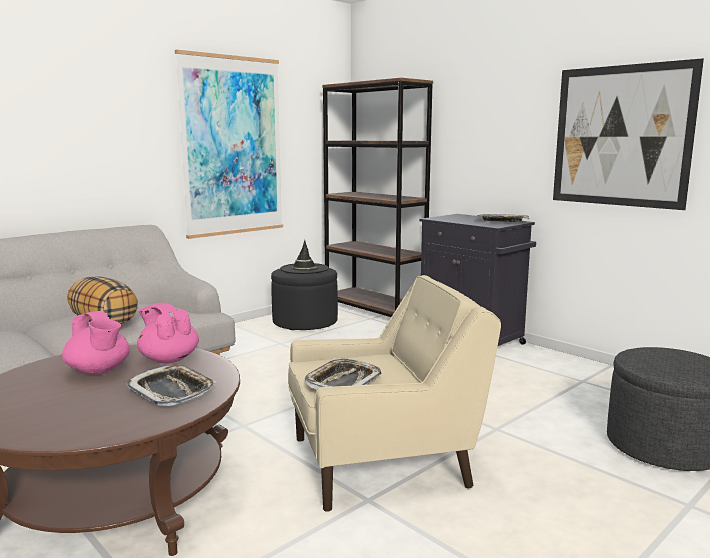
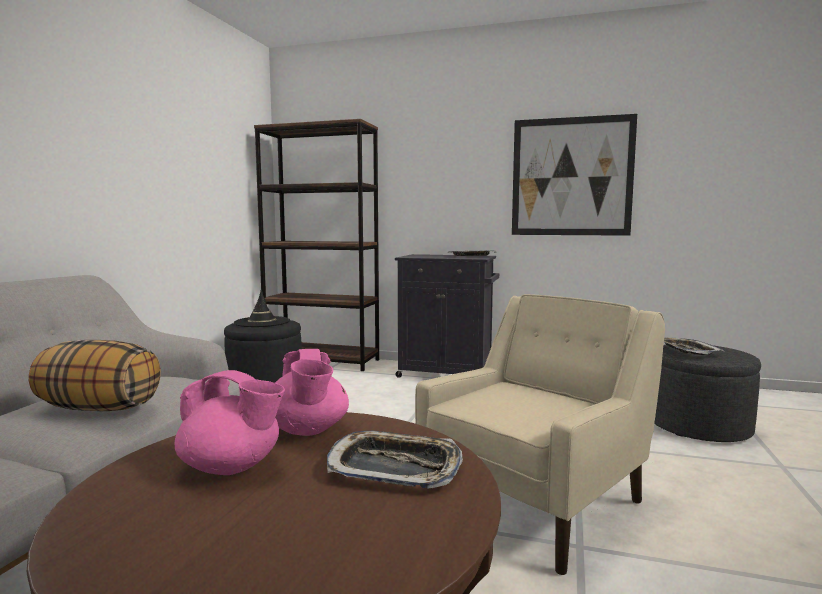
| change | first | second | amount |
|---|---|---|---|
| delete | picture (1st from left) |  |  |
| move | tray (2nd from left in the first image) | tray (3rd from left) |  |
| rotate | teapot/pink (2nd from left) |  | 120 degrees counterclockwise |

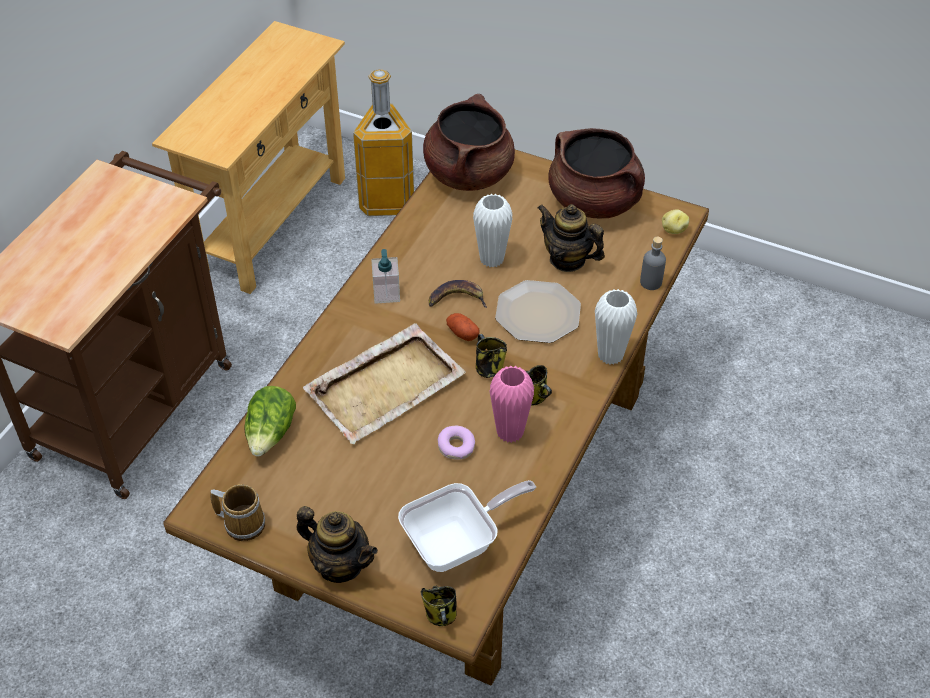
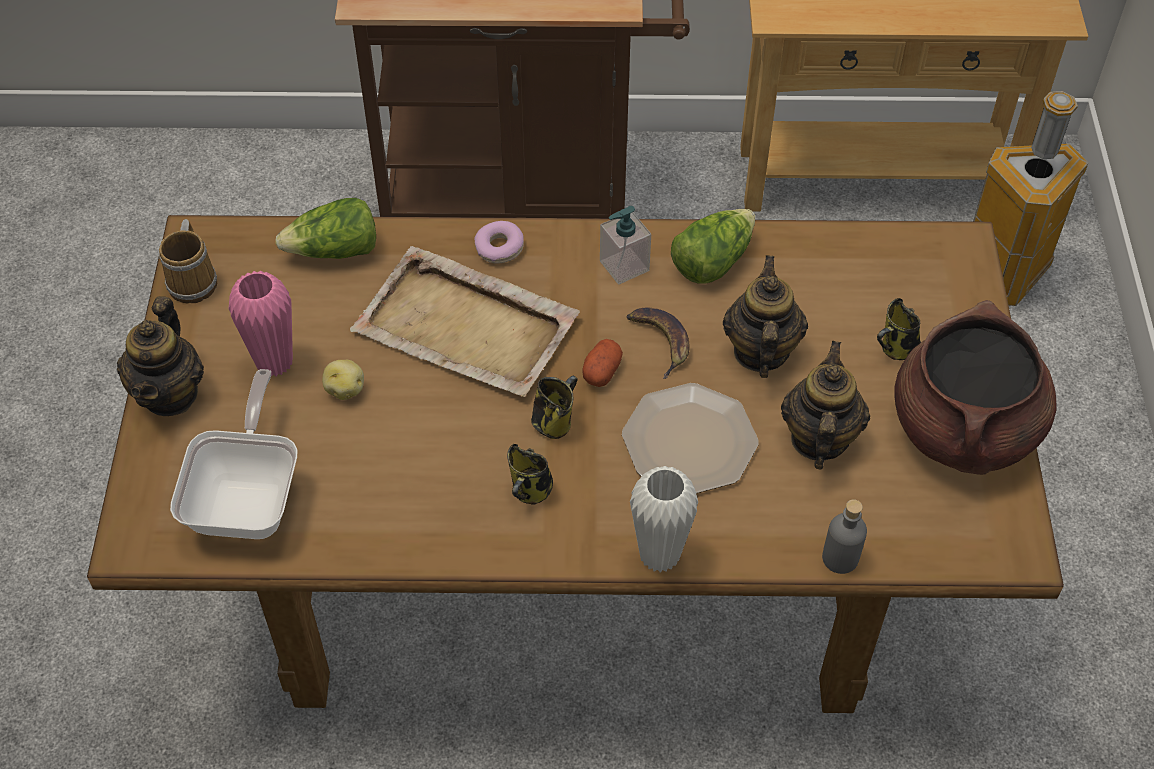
| change | first | second | amount |
|---|---|---|---|
| delete | cooking pot/brown (1st from left) |  |  |
| insert |  | lettuce (2nd from left) |  |
| move | mug (2nd from left in the first image) | mug (4th from left) |  |
| move | donut |  |  |
| move | vase/pink |  |  |
| move | potato (2nd from left in the first image) | potato (1st from left) |  |
| replace | vase/white (1st from left) | teapot (2nd from left) |  |
| rotate | frying pan |  | 120 degrees counterclockwise |

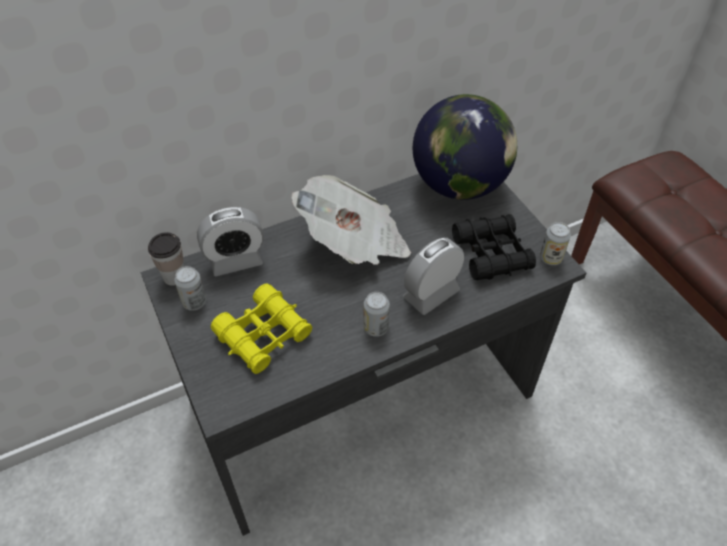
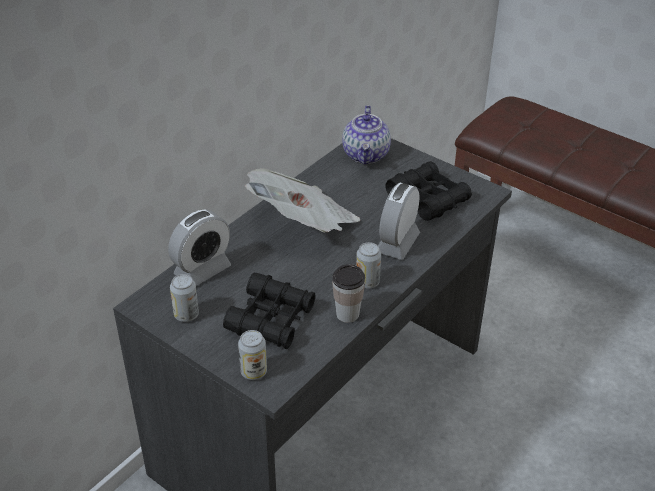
| change | first | second | amount |
|---|---|---|---|
| move | cup |  |  |
| move | can (3rd from left in the first image) | can (2nd from left) |  |
| replace | globe | teapot |  |
| recolor | binoculars/yellow | binoculars/black (1st from left) |  |

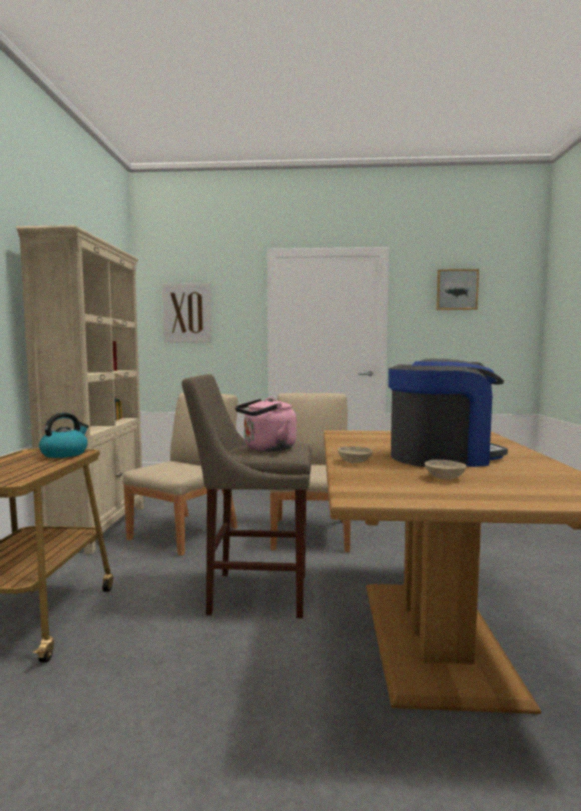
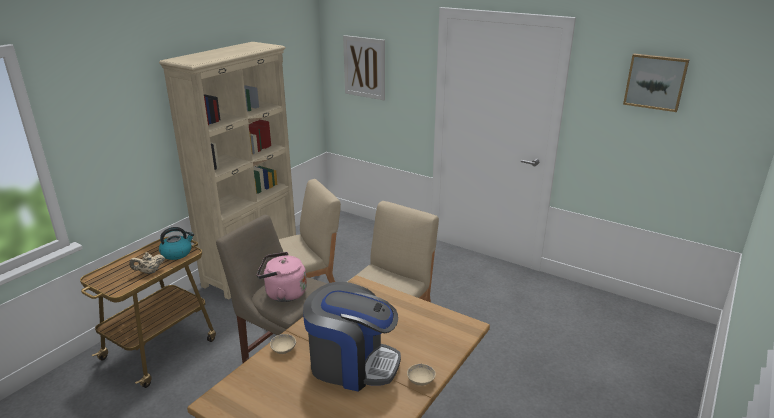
| change | first | second | amount |
|---|---|---|---|
| insert |  | teapot/beige |  |
| move | bowl/beige (2nd from left) |  |  |

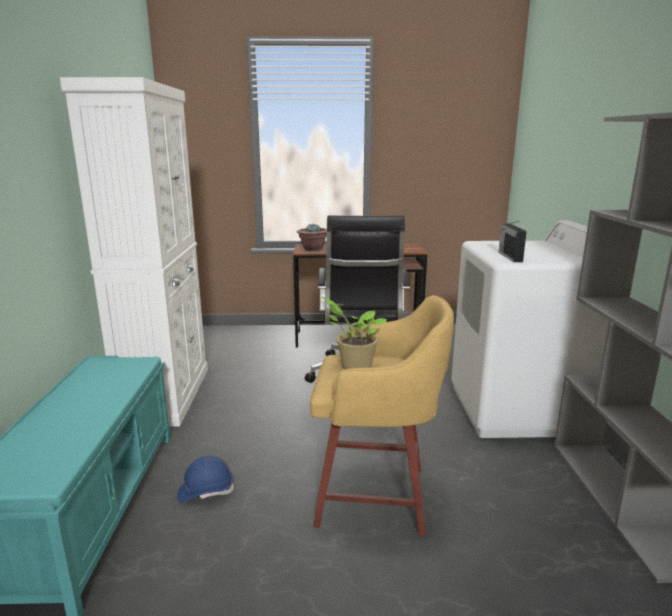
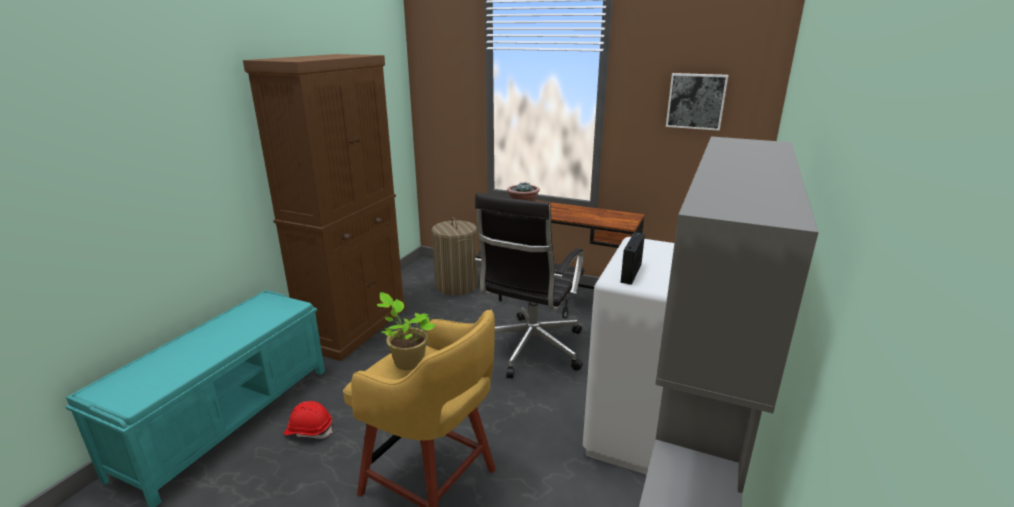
| change | first | second | amount |
|---|---|---|---|
| insert |  | laundry basket |  |
| insert |  | picture |  |
| recolor | cabinet/white | cabinet/brown |  |
| recolor | hard hat/blue | hard hat/red |  |

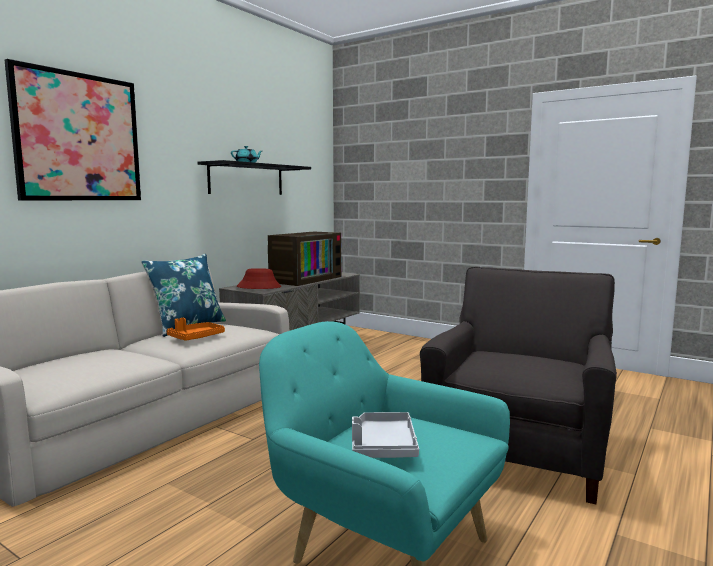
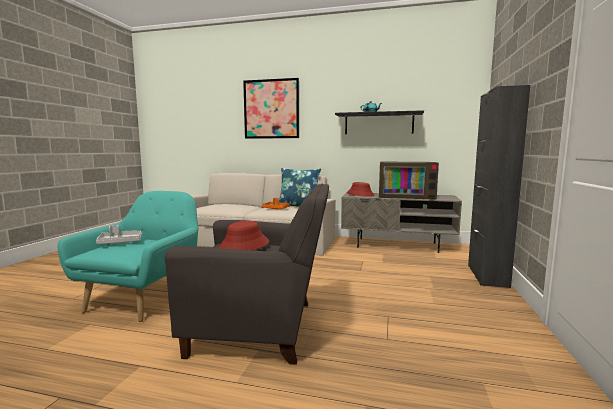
| change | first | second | amount |
|---|---|---|---|
| insert |  | hat/red (1st from left) |  |
| insert |  | cabinet/black |  |

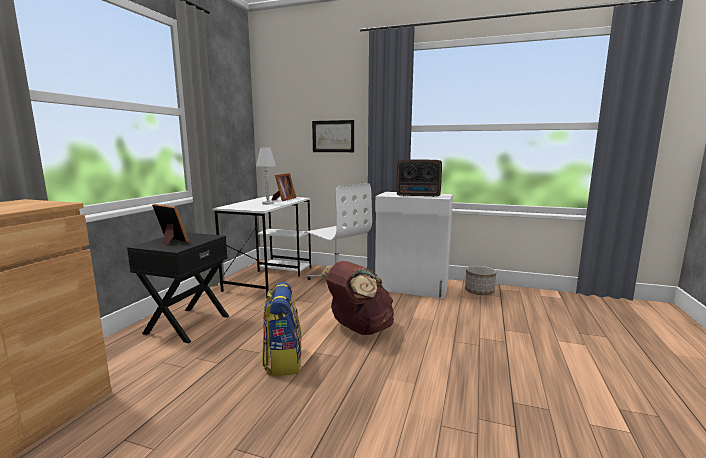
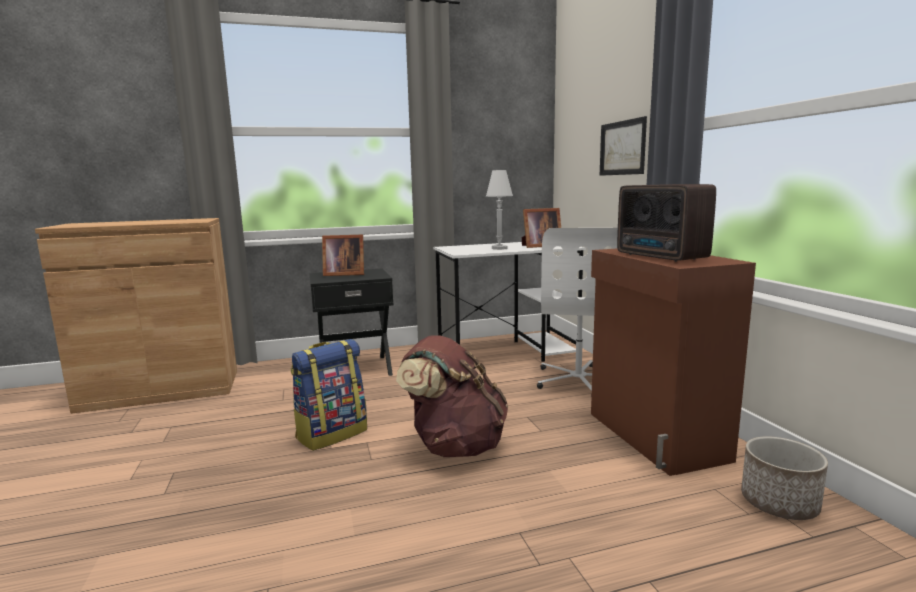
| change | first | second | amount |
|---|---|---|---|
| recolor | cabinet/white | cabinet/brown (2nd from left) |  |
| rotate | picture frame (1st from left) |  | 90 degrees clockwise |

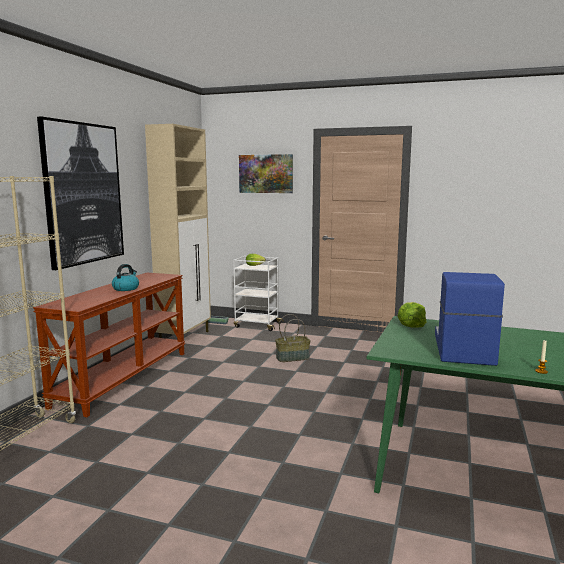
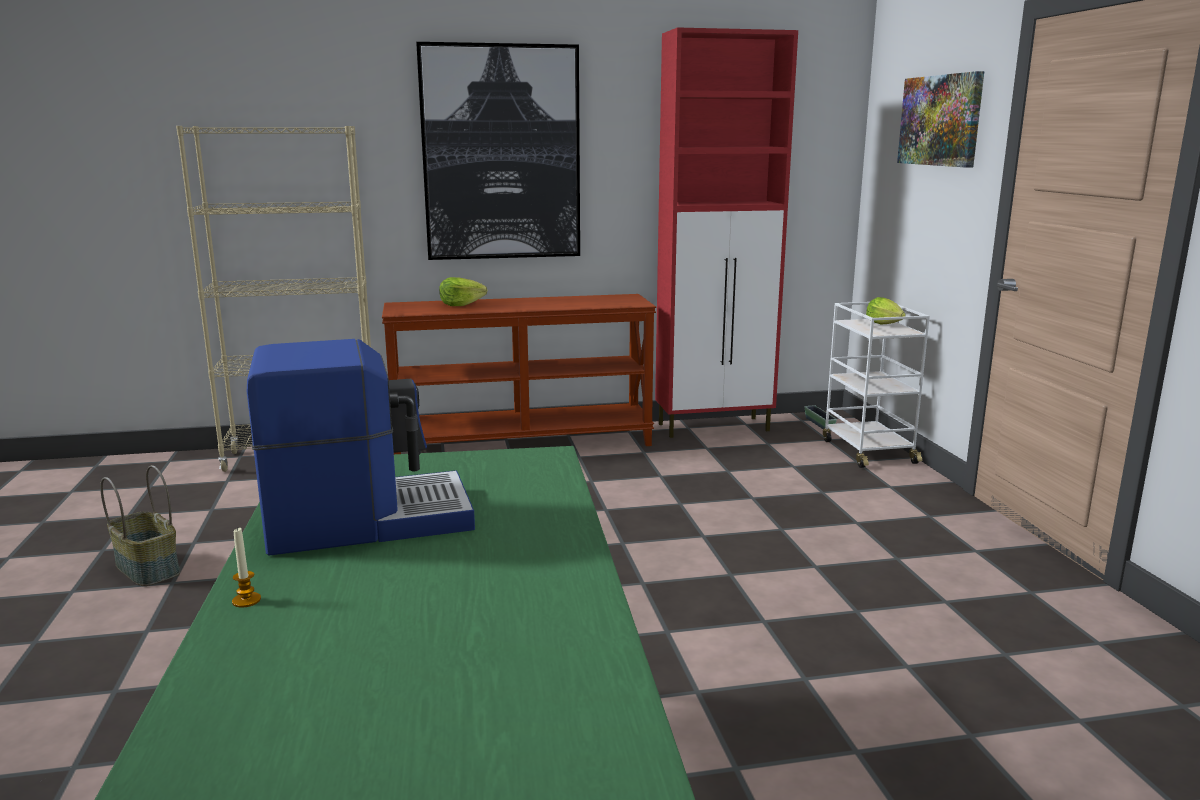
| change | first | second | amount |
|---|---|---|---|
| delete | kettle |  |  |
| move | basket |  |  |
| move | lettuce (2nd from left in the first image) | lettuce (1st from left) |  |
| recolor | cabinet/beige | cabinet/red |  |

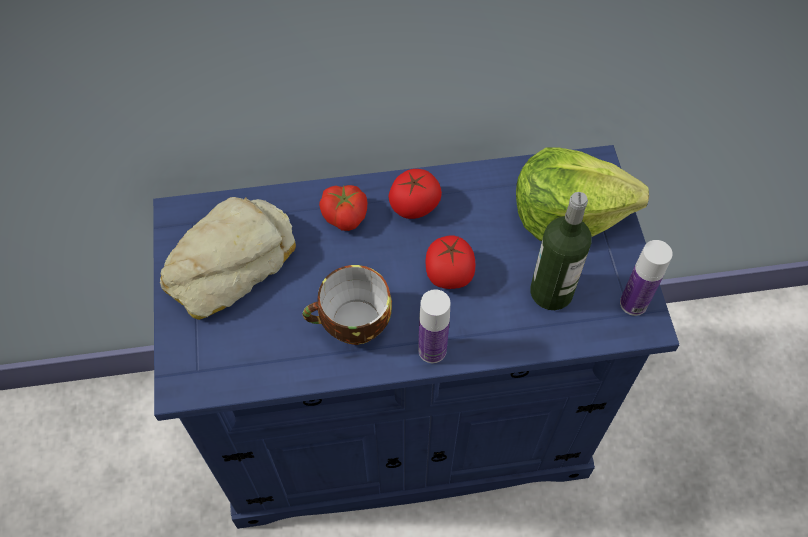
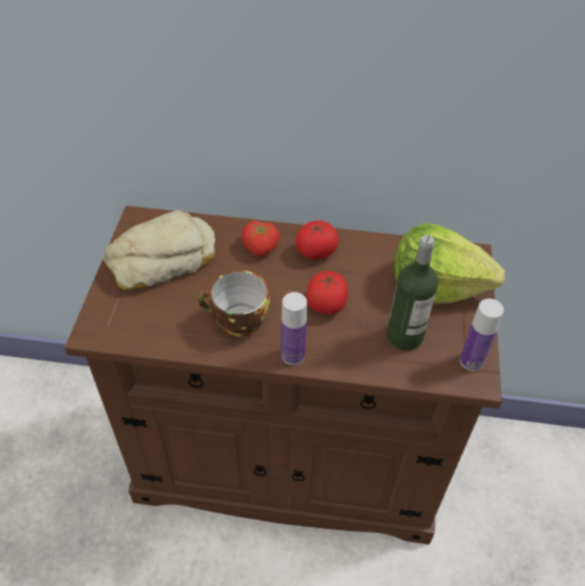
| change | first | second | amount |
|---|---|---|---|
| recolor | cabinet/blue | cabinet/brown |  |

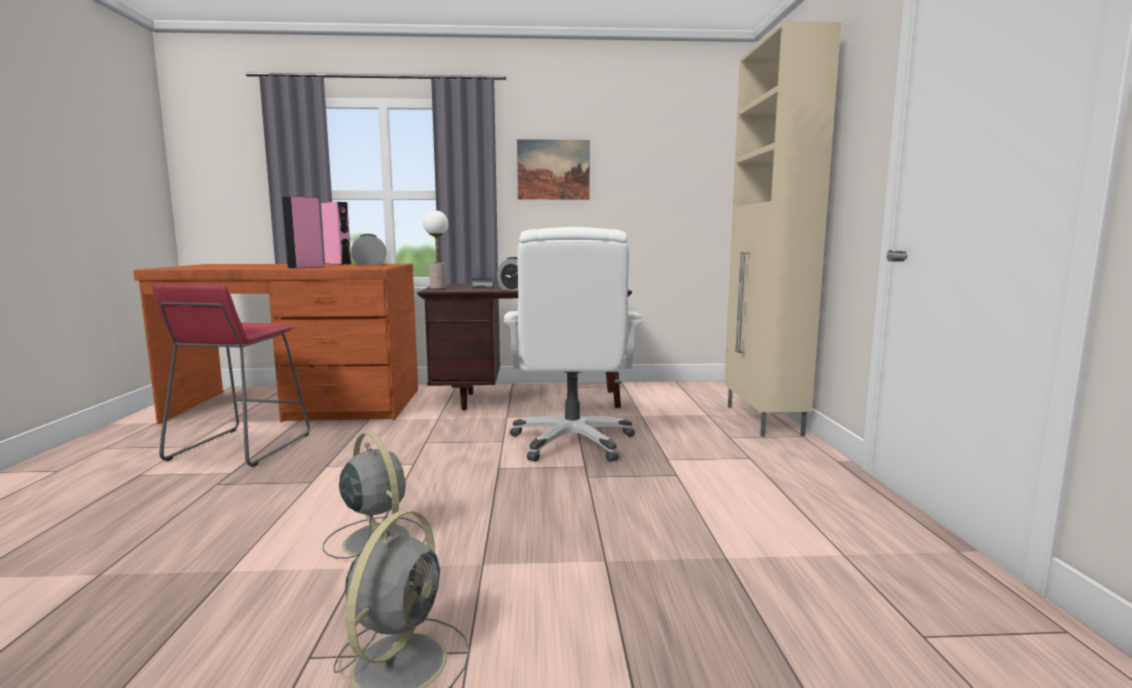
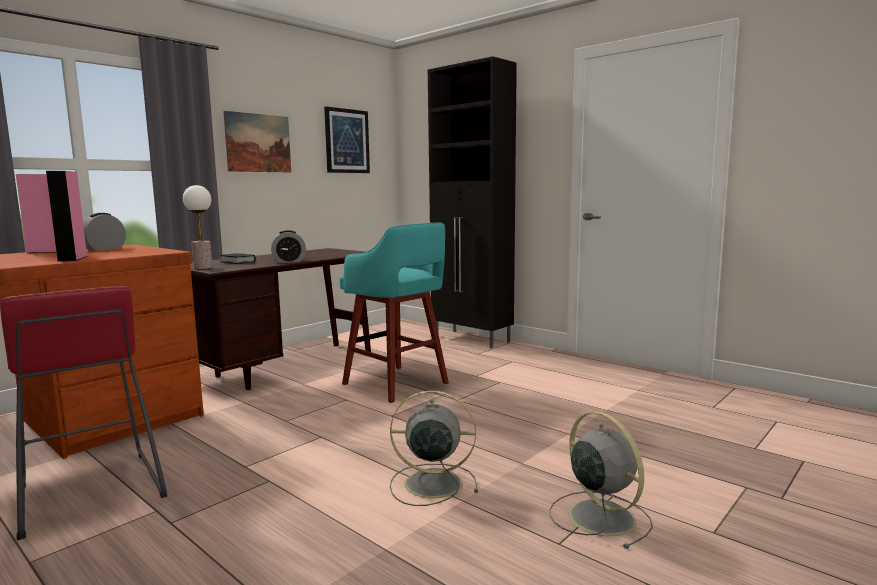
| change | first | second | amount |
|---|---|---|---|
| insert |  | picture (2nd from left) |  |
| replace | office chair/white | stool/turquoise |  |
| recolor | cabinet/beige | cabinet/black |  |

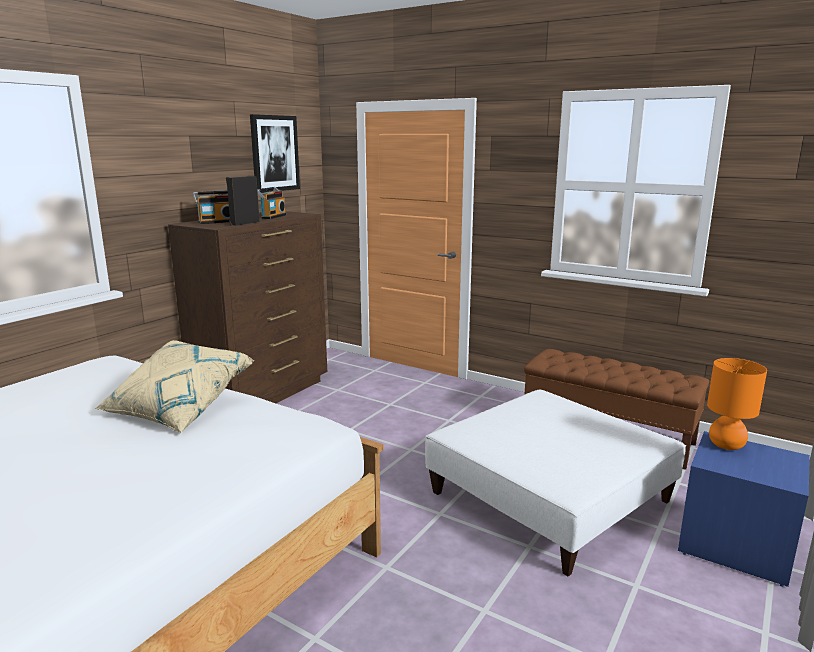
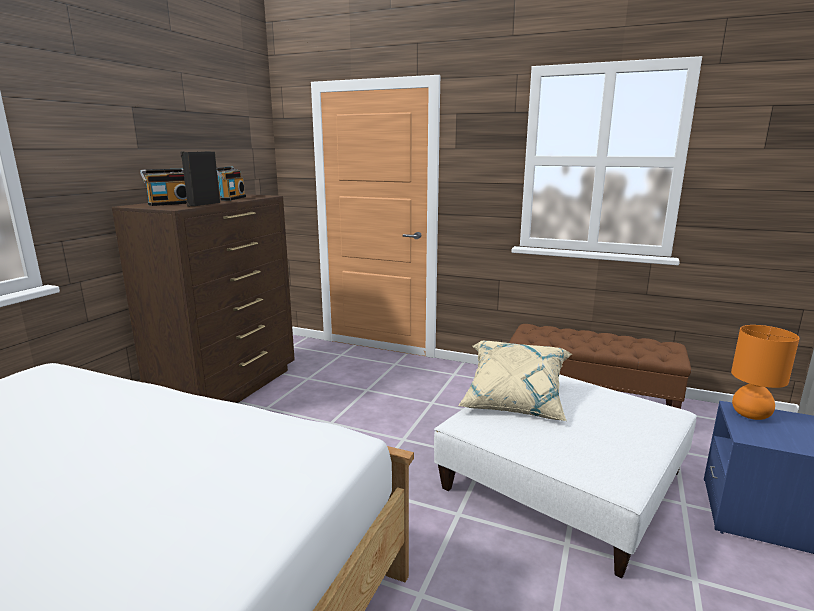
| change | first | second | amount |
|---|---|---|---|
| delete | picture |  |  |
| move | pillow/beige |  |  |

